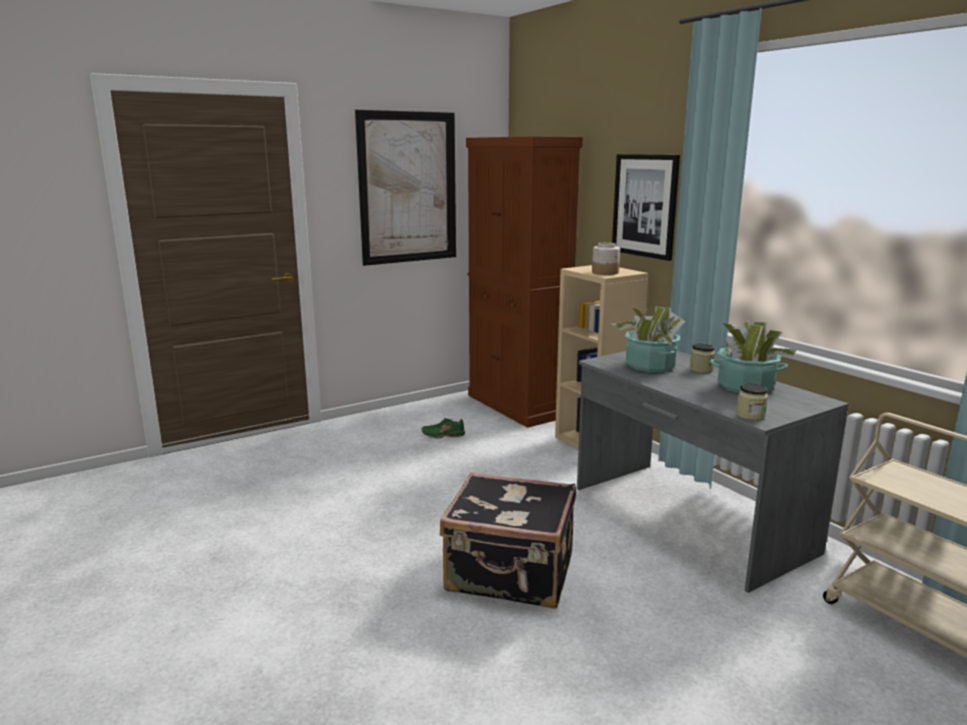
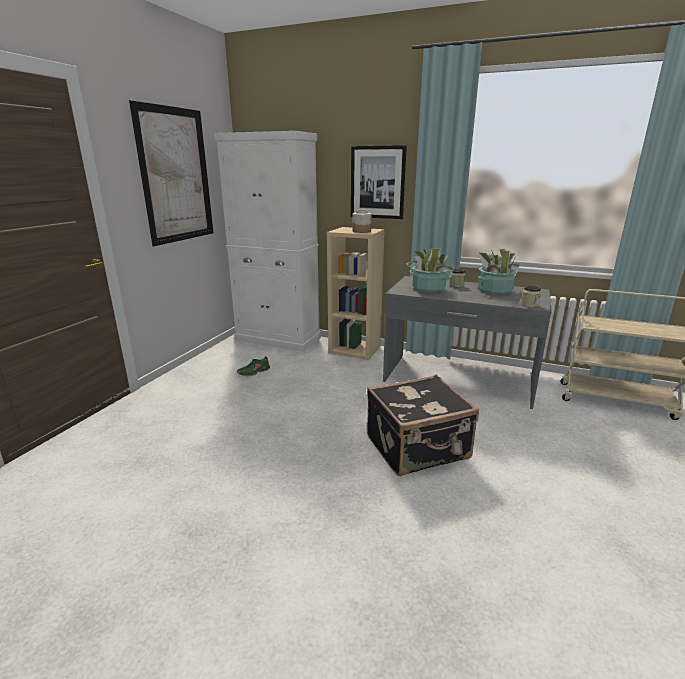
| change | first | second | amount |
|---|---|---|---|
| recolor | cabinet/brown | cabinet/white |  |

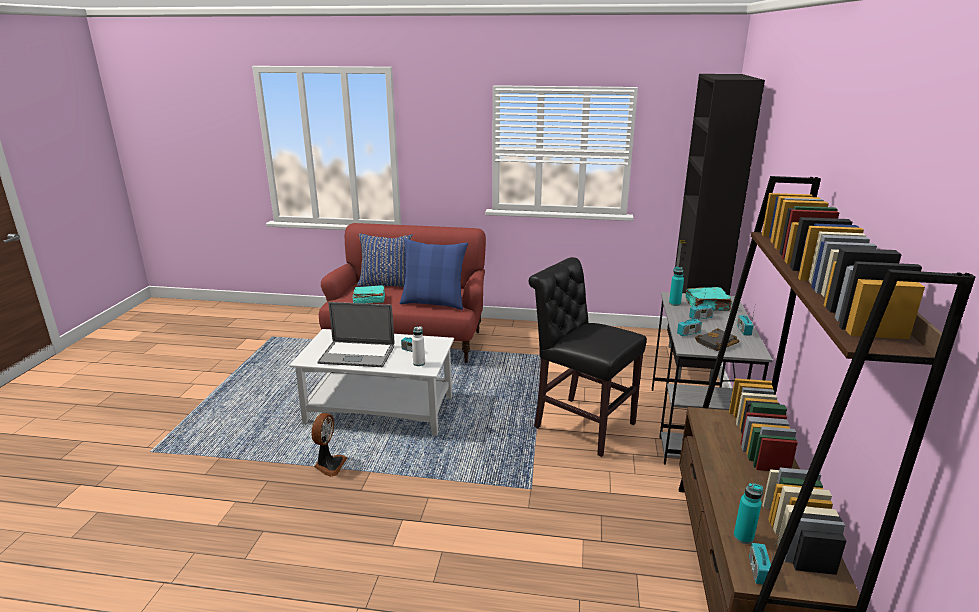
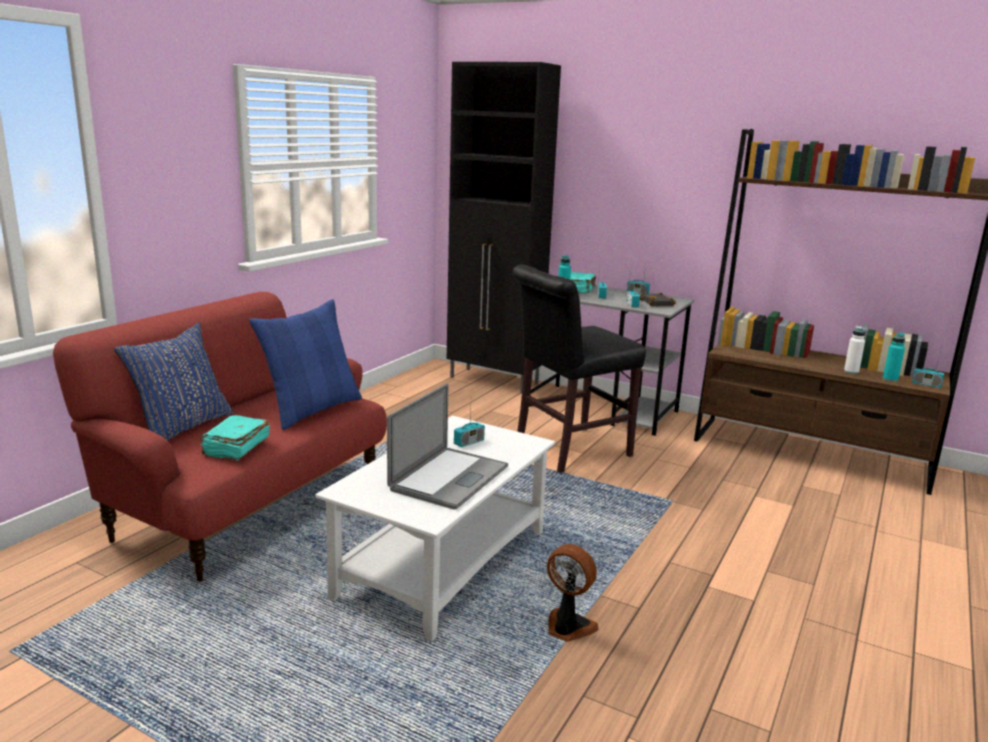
| change | first | second | amount |
|---|---|---|---|
| move | bottle/white |  |  |

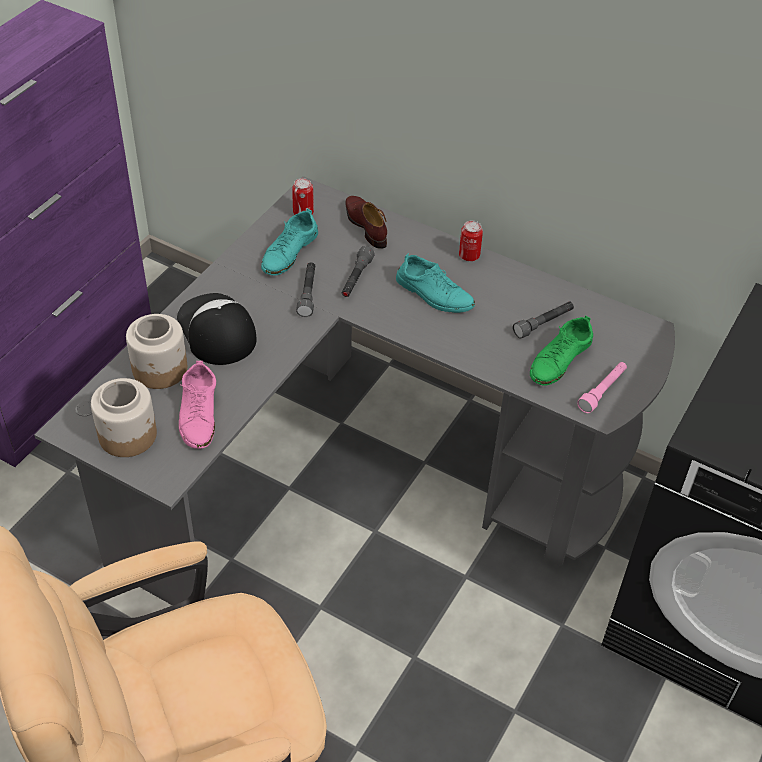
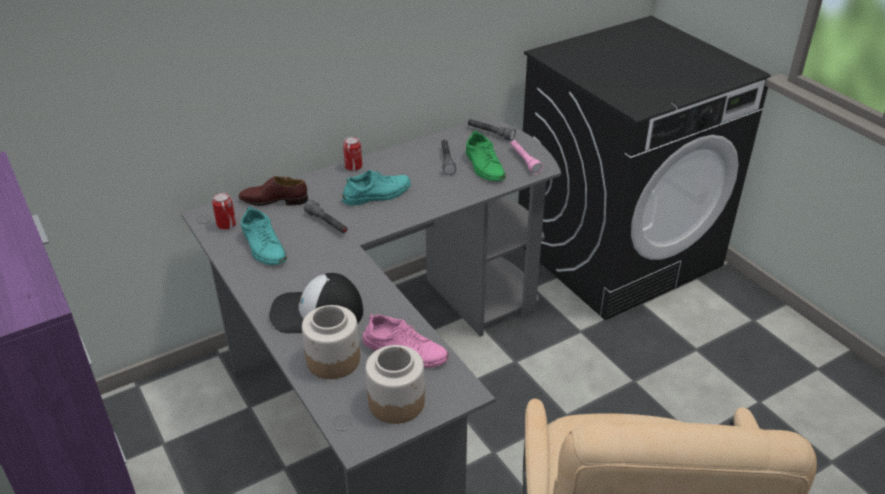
| change | first | second | amount |
|---|---|---|---|
| move | flashlight/grey (1st from left in the first image) | flashlight/grey (3rd from left) |  |

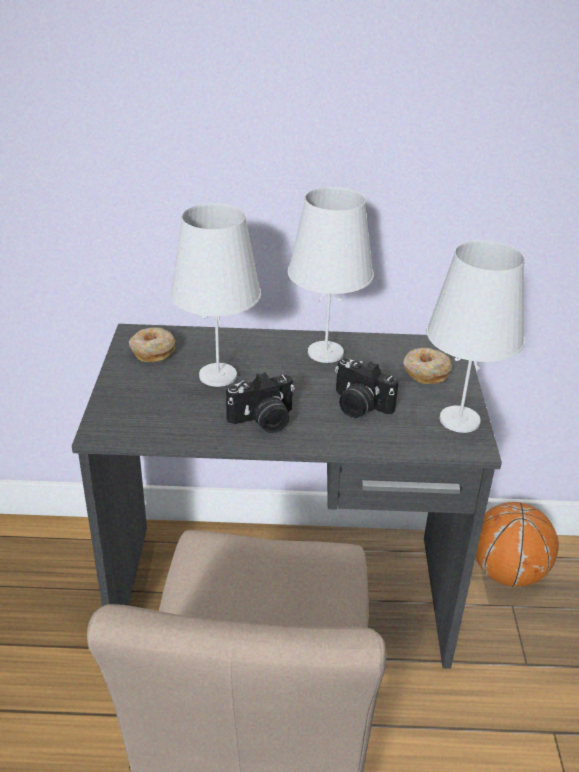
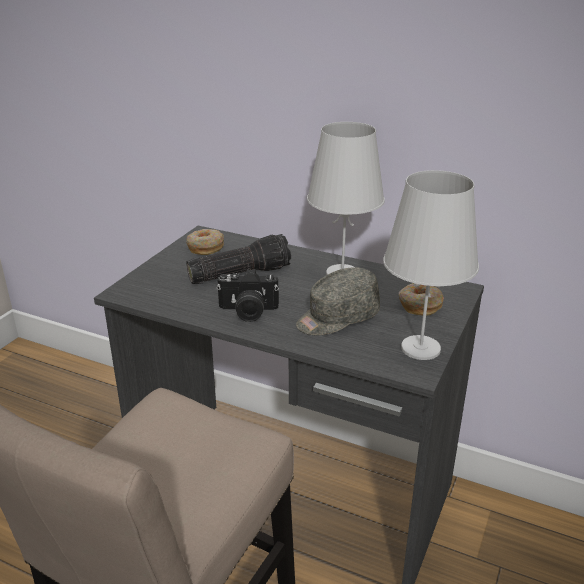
| change | first | second | amount |
|---|---|---|---|
| delete | basketball |  |  |
| replace | table lamp/white (1st from left) | flashlight |  |
| replace | photo camera (2nd from left) | cap/grey |  |

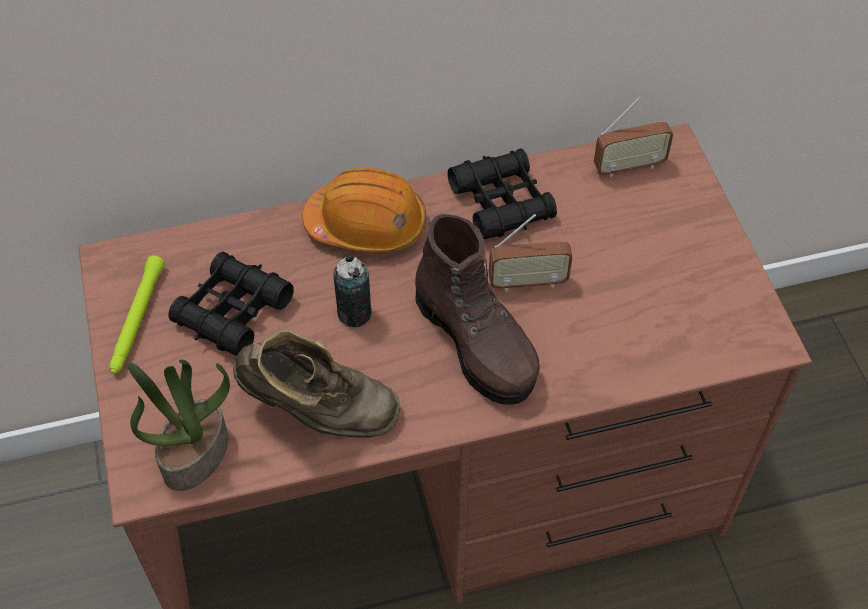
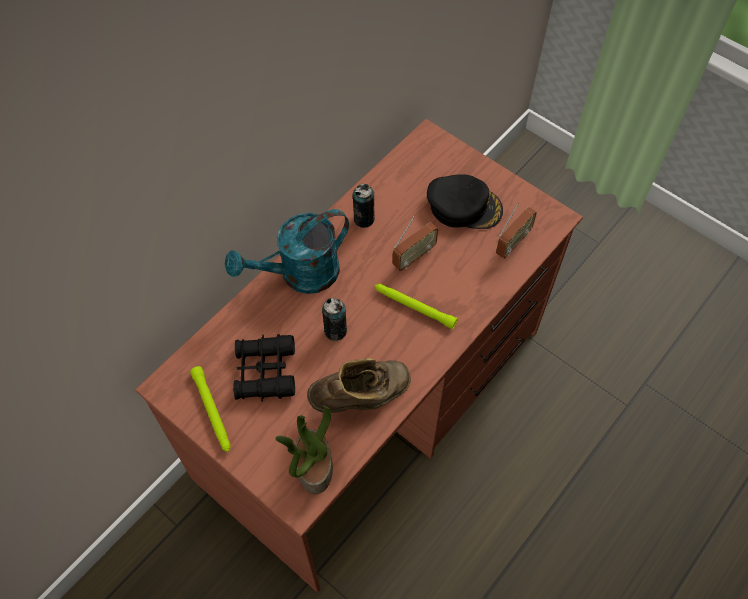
| change | first | second | amount |
|---|---|---|---|
| insert |  | cap/black |  |
| move | radio (2nd from left) |  |  |
| replace | hard hat/orange | watering can/turquoise |  |
| replace | boot/brown (2nd from left) | flashlight/green (2nd from left) |  |
| replace | binoculars/black (2nd from left) | can (2nd from left) |  |

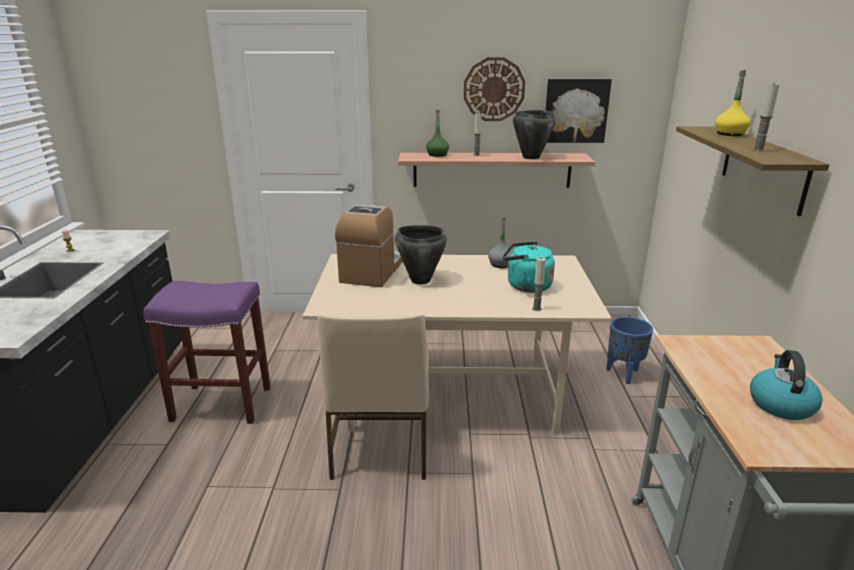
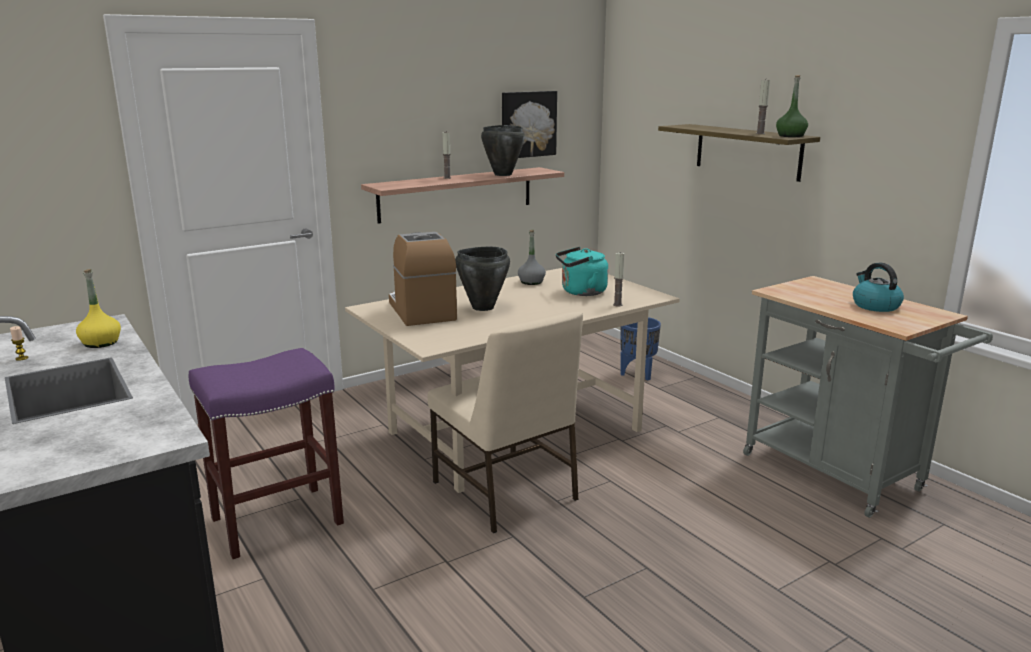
| change | first | second | amount |
|---|---|---|---|
| delete | wall clock |  |  |
| move | bottle/green |  |  |
| move | bottle/yellow |  |  |

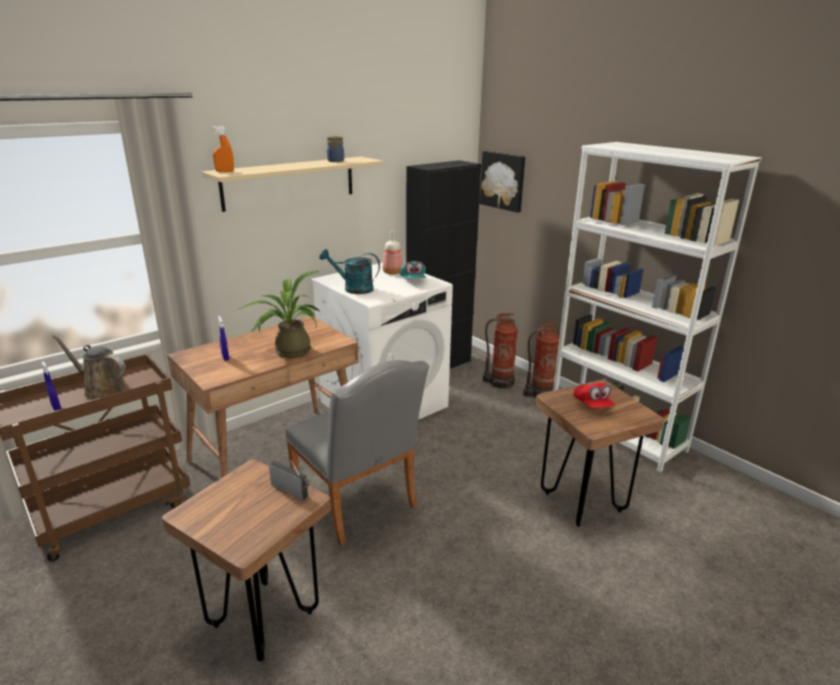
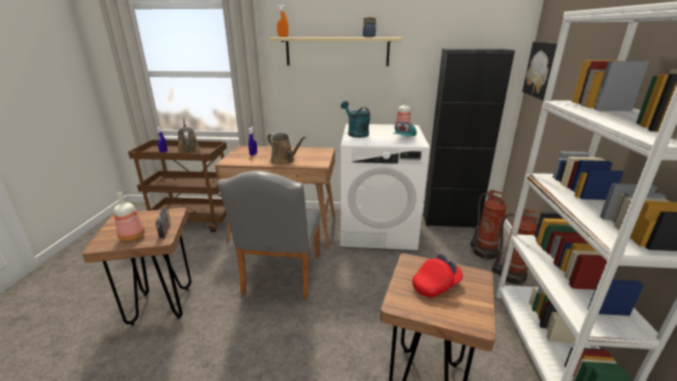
| change | first | second | amount |
|---|---|---|---|
| insert |  | bottle (1st from left) |  |
| replace | potted plant | watering can/brown (2nd from left) |  |
| rotate | cap/red |  | 150 degrees counterclockwise |

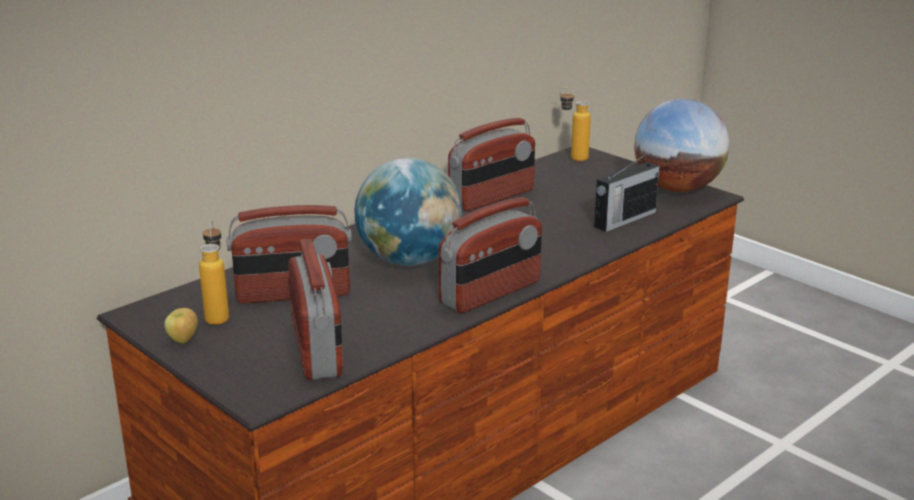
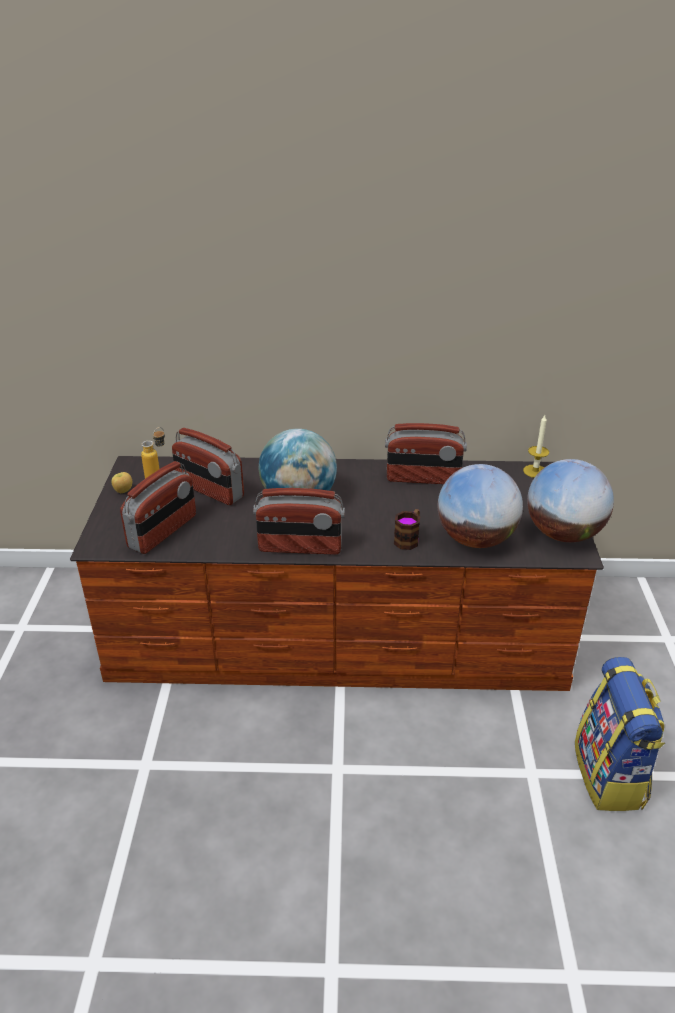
| change | first | second | amount |
|---|---|---|---|
| insert |  | mug |  |
| insert |  | backpack |  |
| replace | bottle (2nd from left) | candle |  |
| replace | radio (5th from left) | globe (2nd from left) |  |

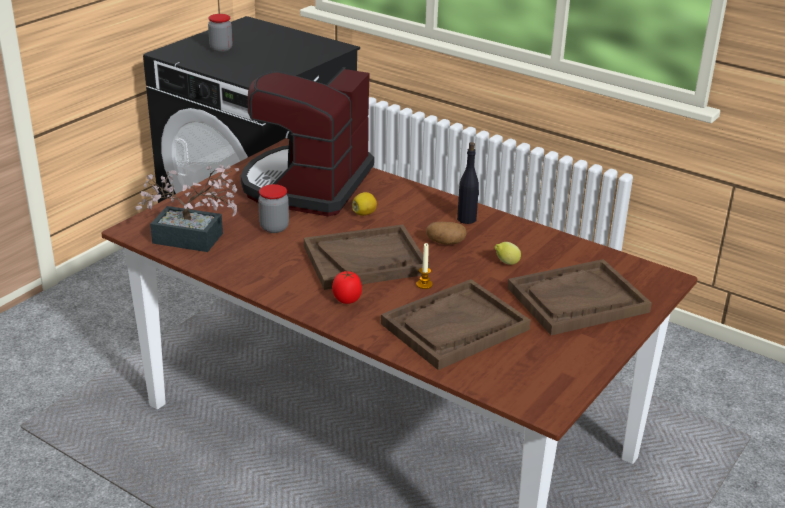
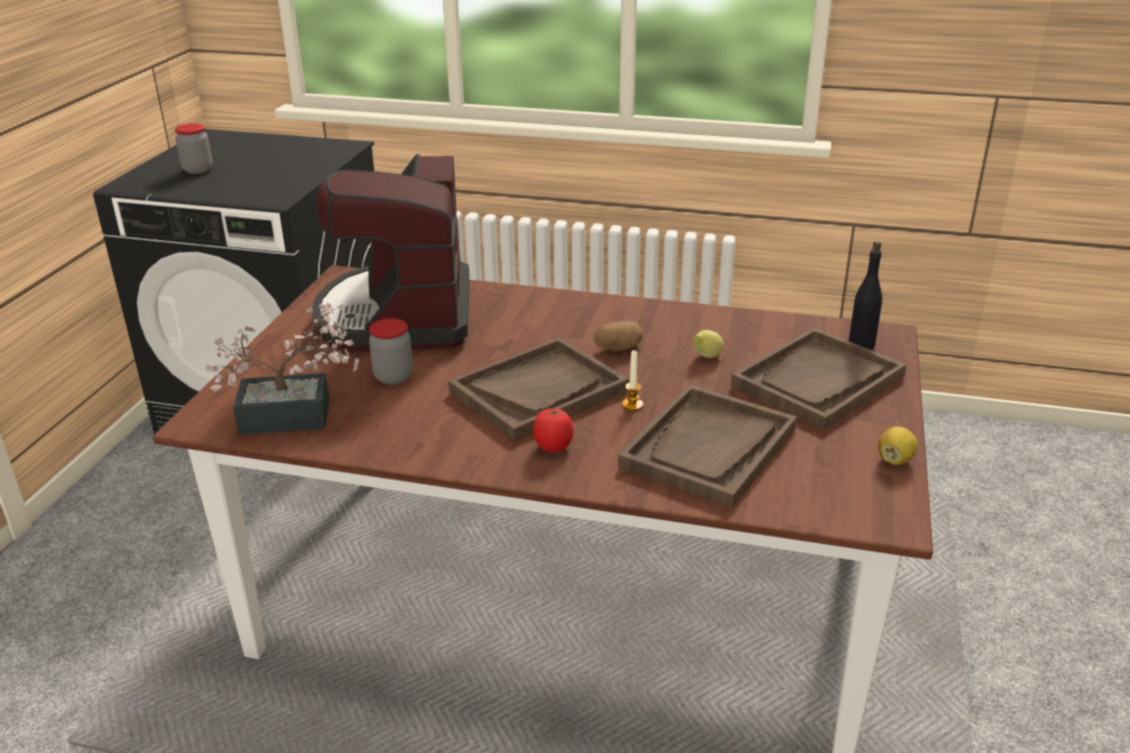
| change | first | second | amount |
|---|---|---|---|
| move | lemon (1st from left in the first image) | lemon (2nd from left) |  |
| move | bottle/black |  |  |

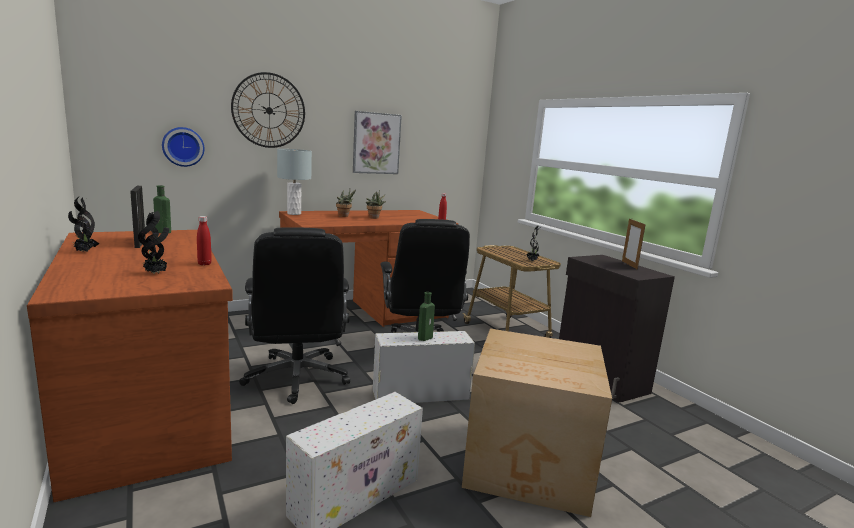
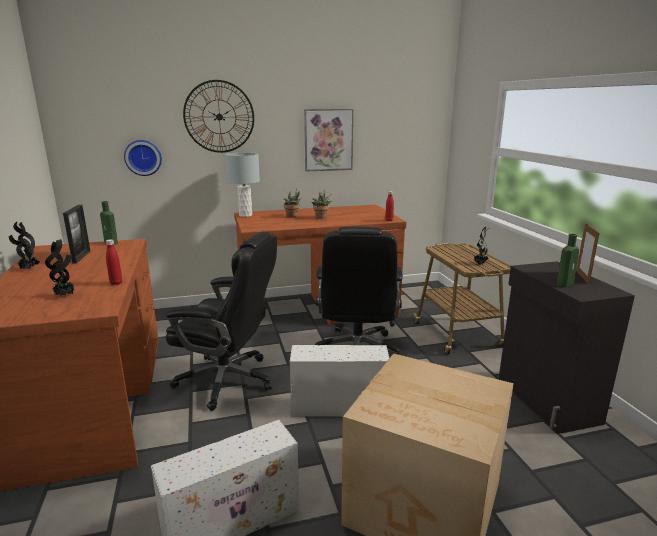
| change | first | second | amount |
|---|---|---|---|
| move | bottle/green (2nd from left) |  |  |
| rotate | office chair/black (1st from left) |  | 75 degrees counterclockwise |

